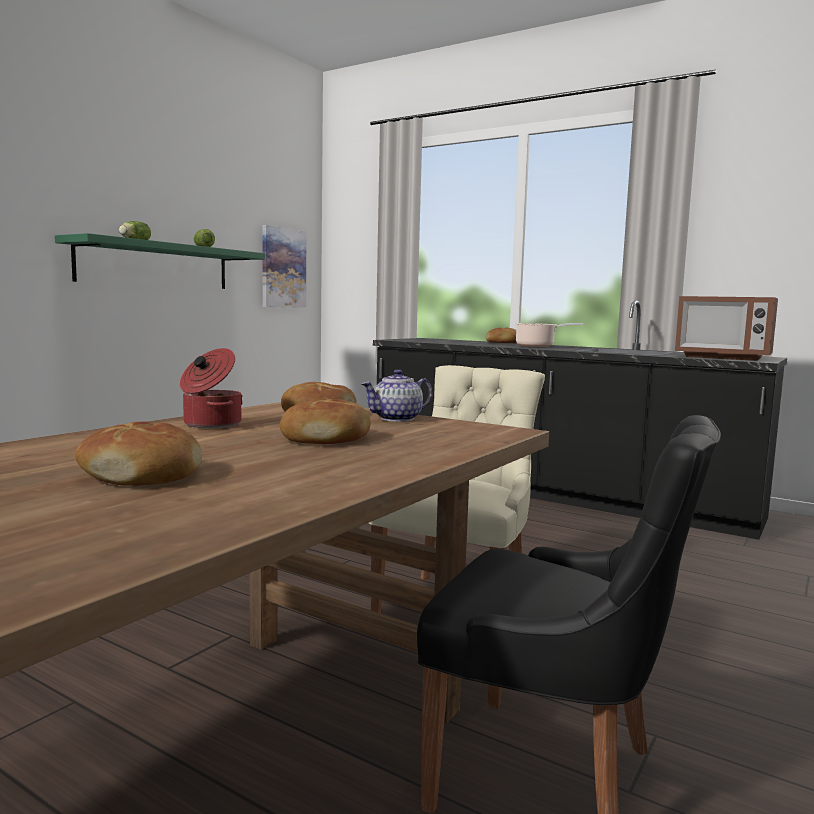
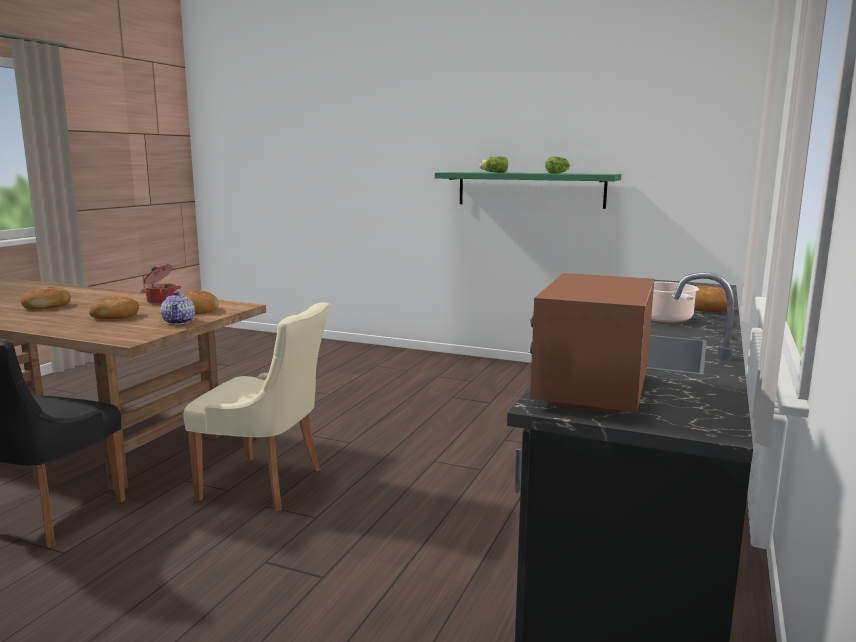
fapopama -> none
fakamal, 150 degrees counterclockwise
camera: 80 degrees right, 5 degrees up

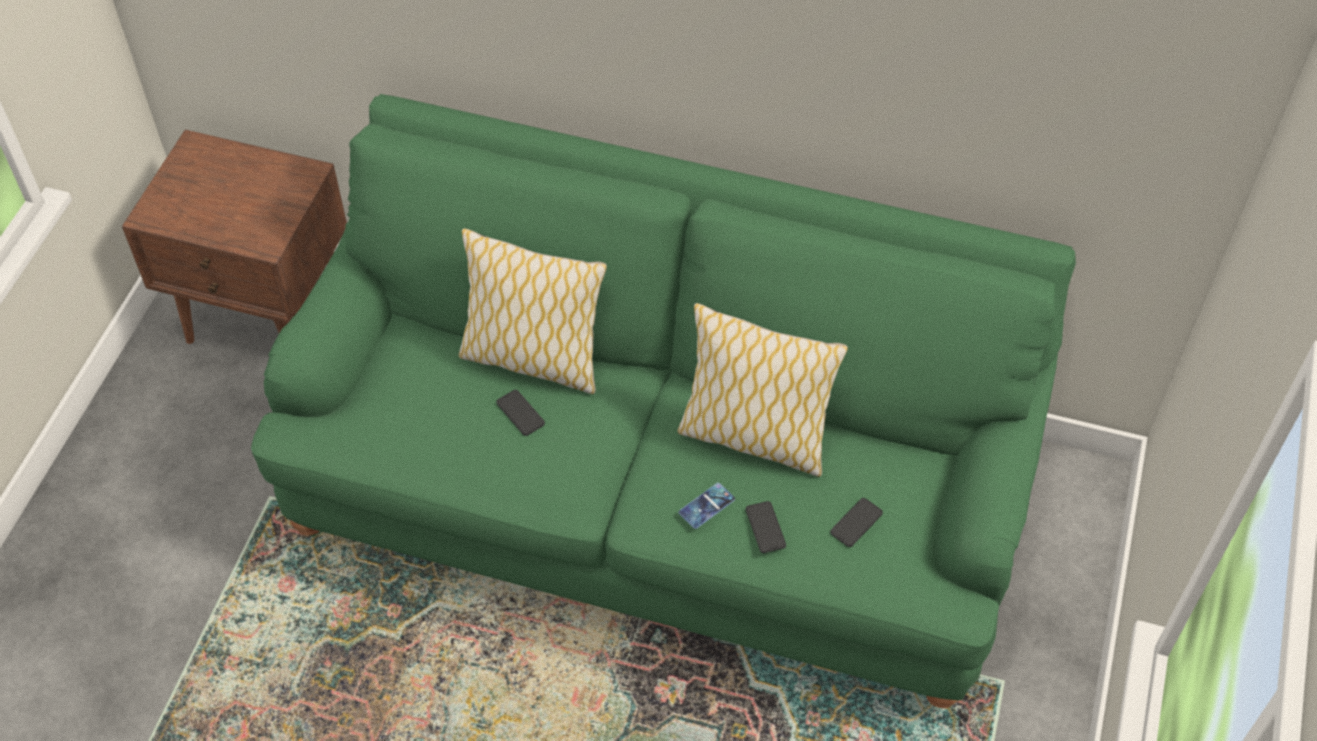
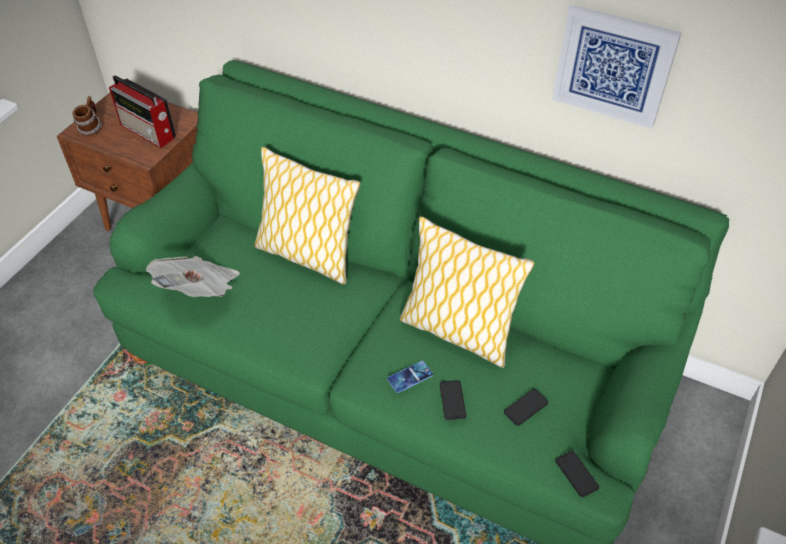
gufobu (no. 1 from left in the first image) -> gufobu (no. 4 from left), shifted
none -> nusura
none -> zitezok
none -> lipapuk
none -> fapopama
camera: 10 degrees right, 5 degrees down

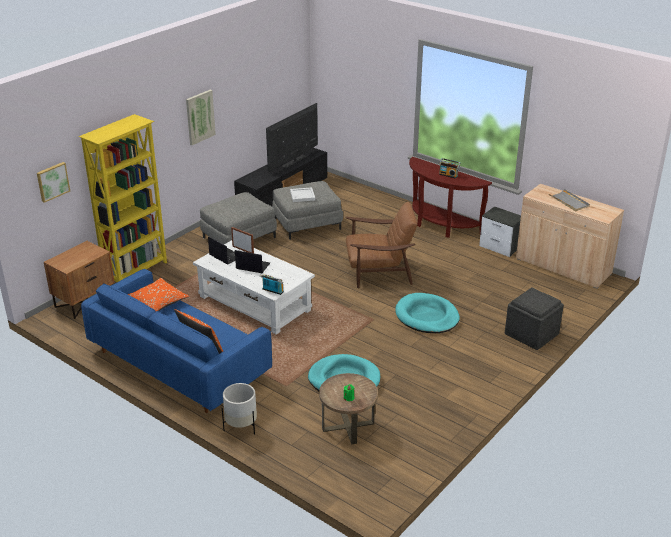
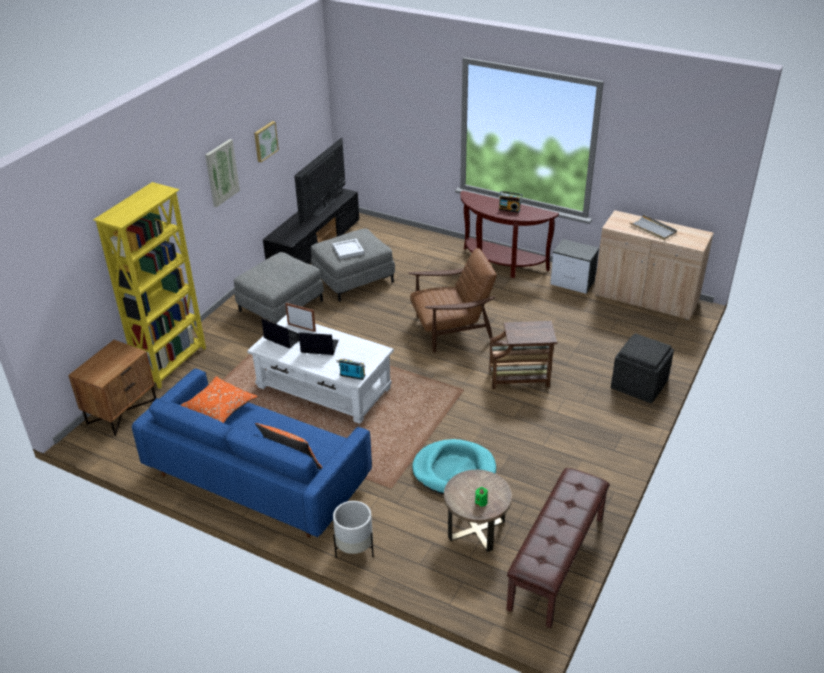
fapopama (no. 1 from left in the first image) -> fapopama (no. 2 from left), shifted
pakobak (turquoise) (no. 2 from left) -> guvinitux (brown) (no. 2 from left)
none -> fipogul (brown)
camera: 10 degrees left, 5 degrees up

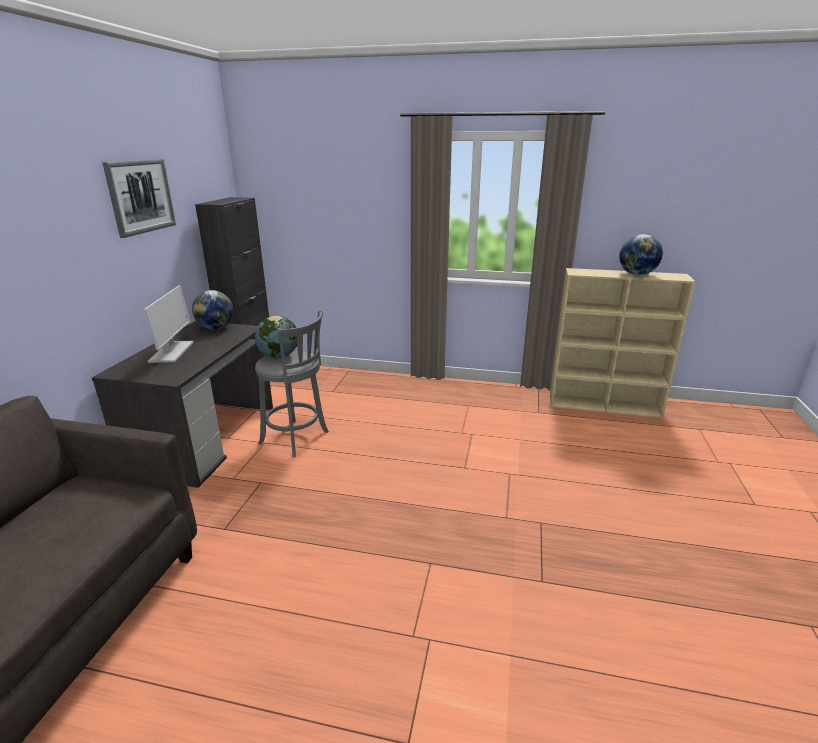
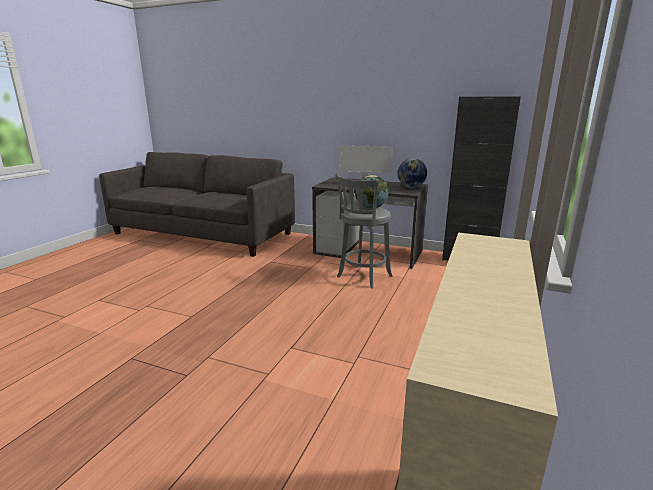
fapopama -> none
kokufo (no. 3 from left) -> none
camera: 100 degrees right, 5 degrees down

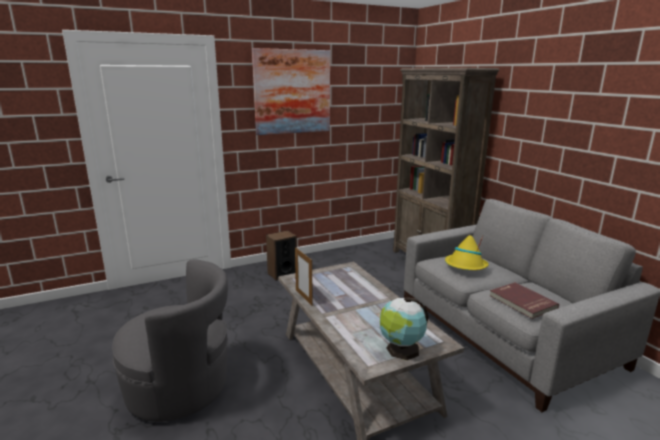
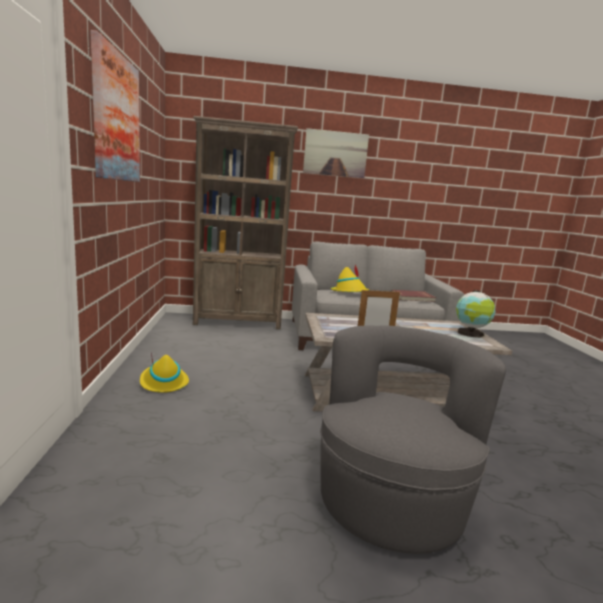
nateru -> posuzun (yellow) (no. 1 from left)
none -> fapopama (no. 2 from left)
camera: 70 degrees left, 5 degrees down

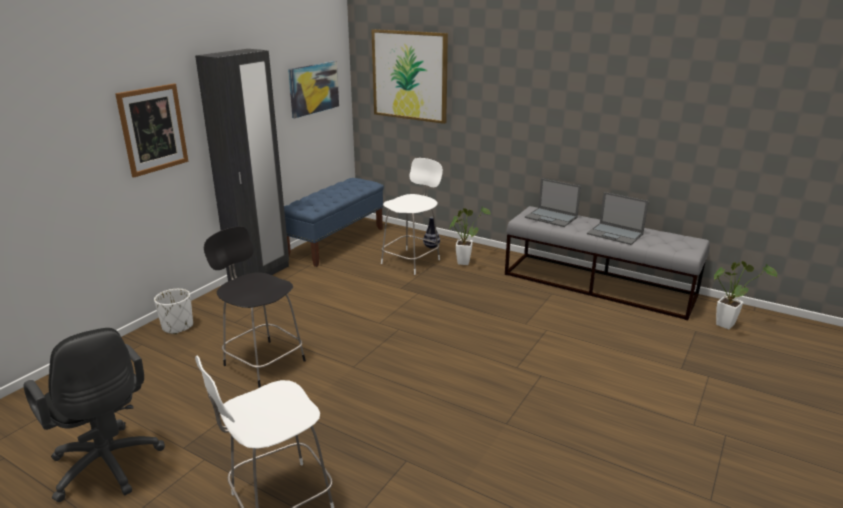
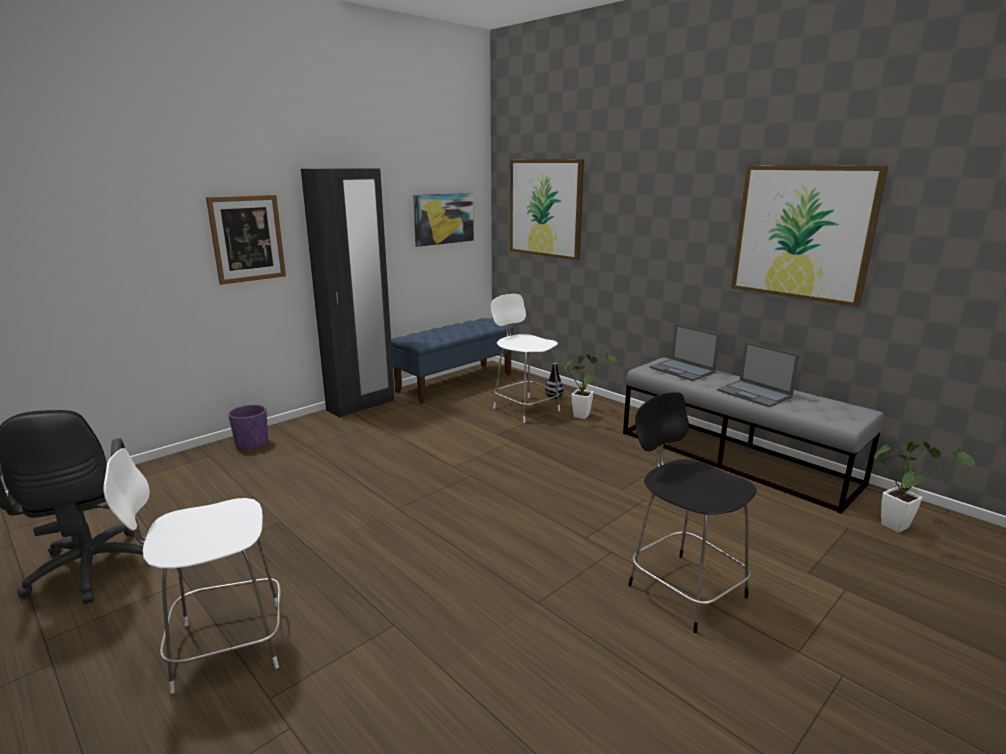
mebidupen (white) -> mebidupen (purple)
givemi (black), shifted
givemi (white) (no. 2 from left), 90 degrees counterclockwise
none -> fapopama (no. 4 from left)
camera: 15 degrees right, 5 degrees down

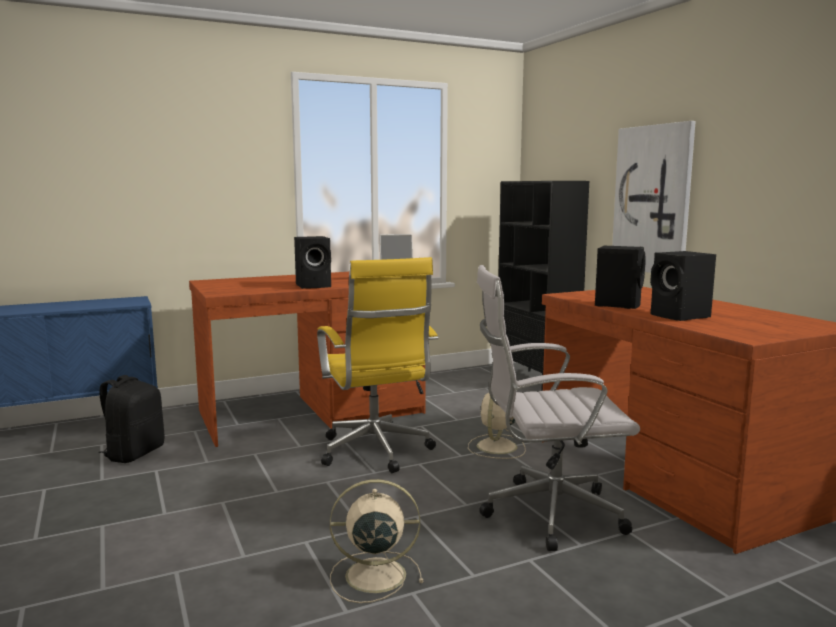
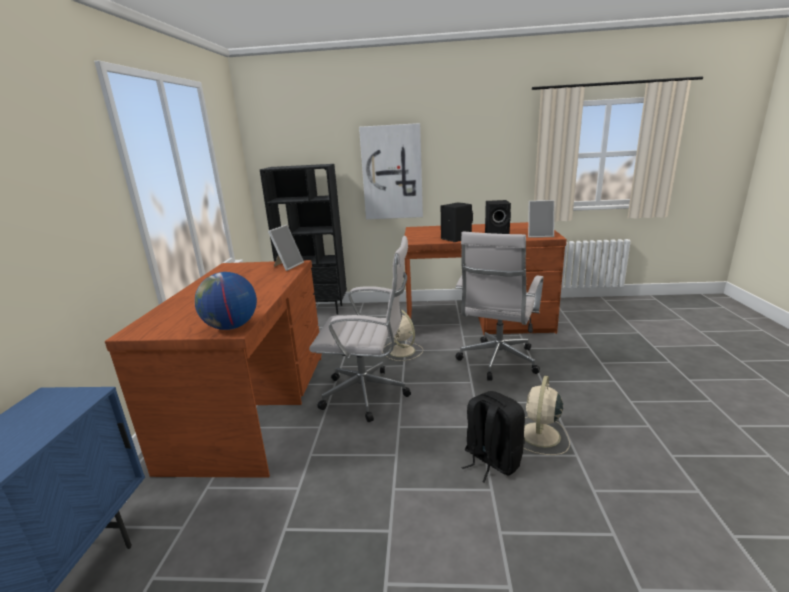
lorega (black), shifted
nateru (black) (no. 1 from left) -> none
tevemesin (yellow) -> tevemesin (white) (no. 1 from left)
none -> kokufo
none -> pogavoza (no. 2 from left)
camera: 60 degrees left, 10 degrees up

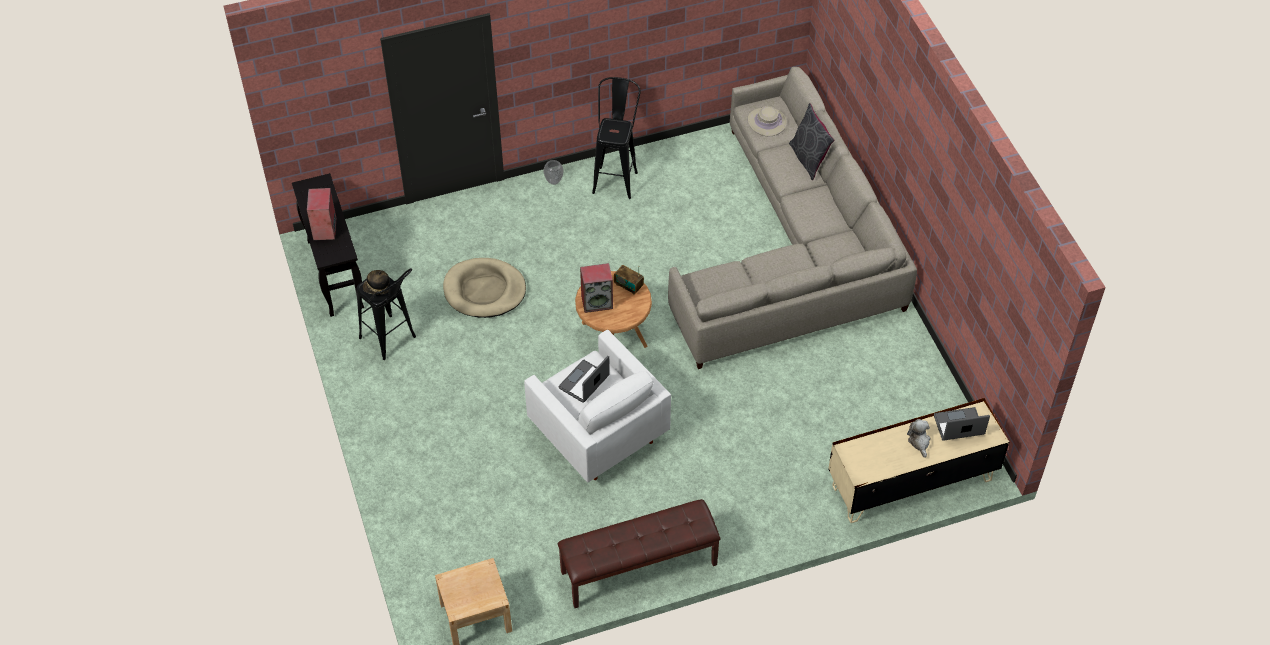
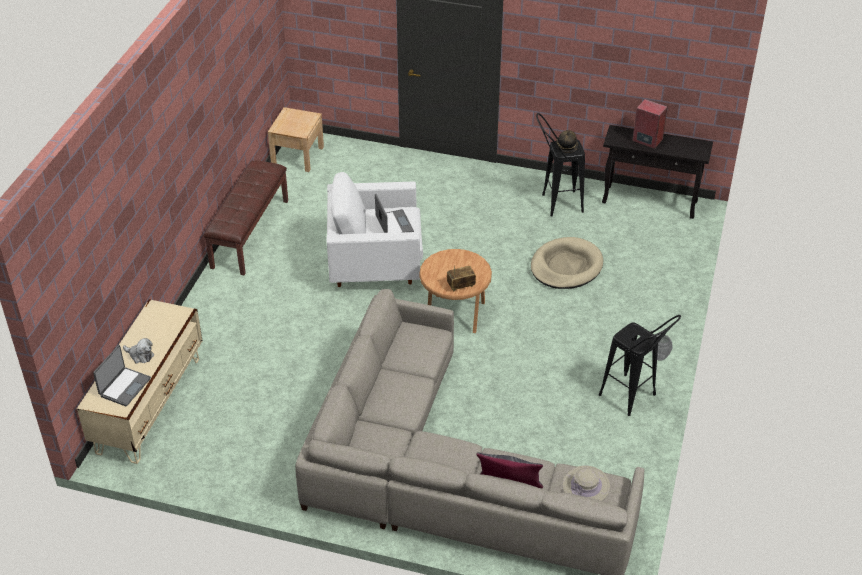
nateru (no. 2 from left) -> none
camera: 125 degrees right, 10 degrees down

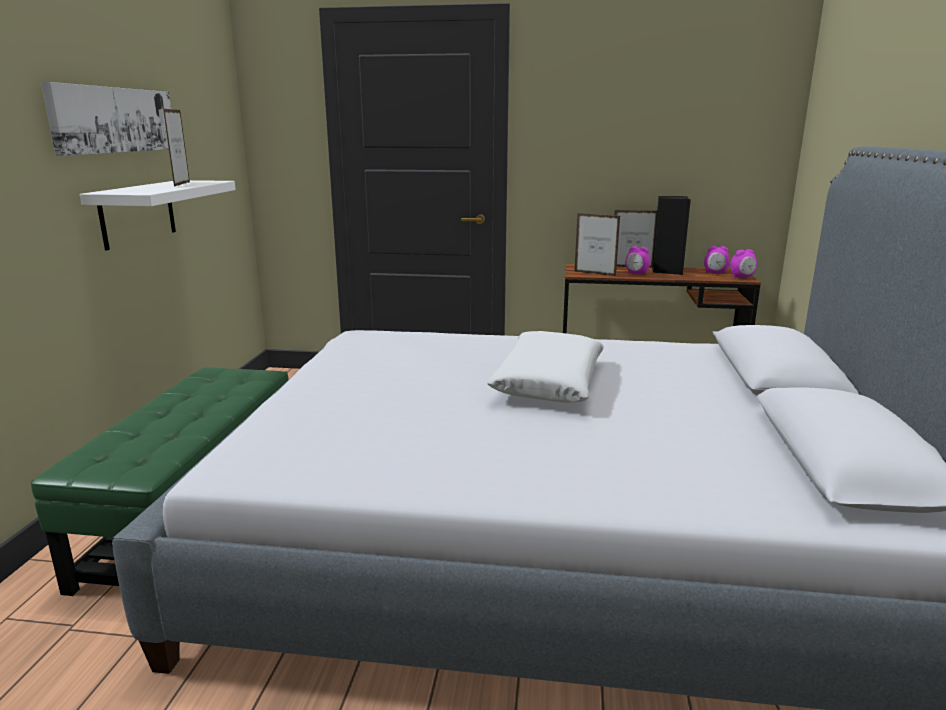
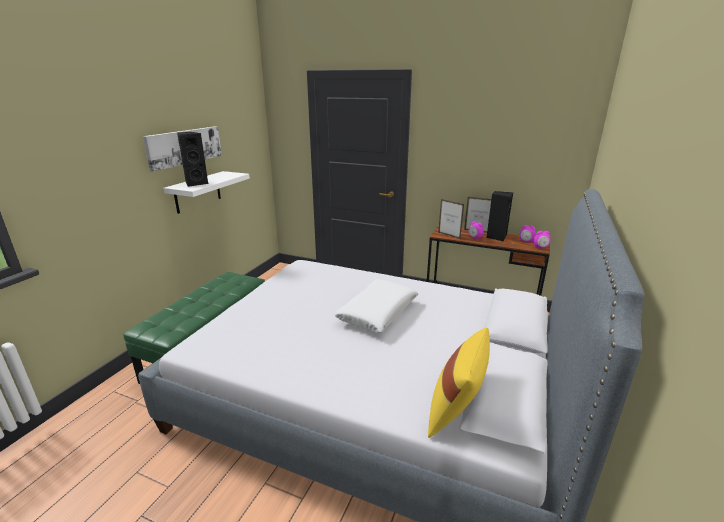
pogavoza (no. 1 from left) -> none
none -> nateru (black) (no. 1 from left)
none -> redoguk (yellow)
camera: 15 degrees right, 5 degrees up

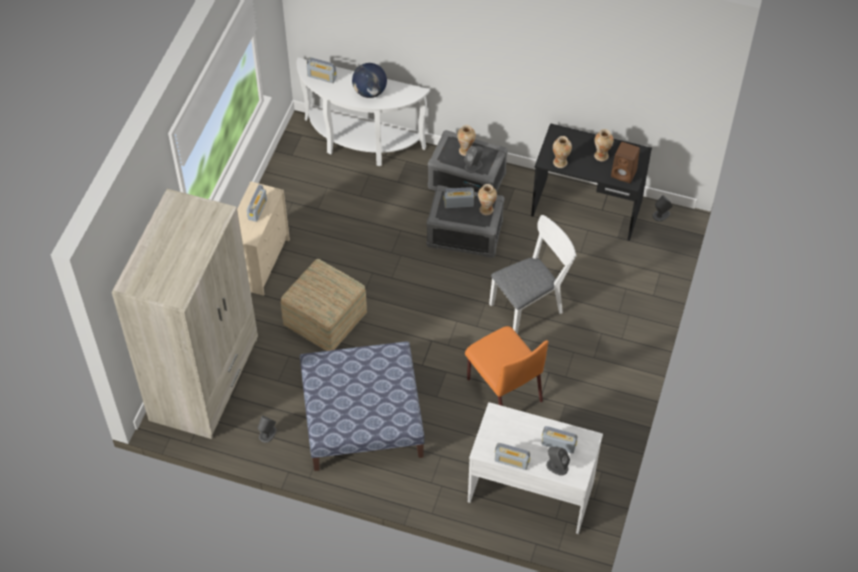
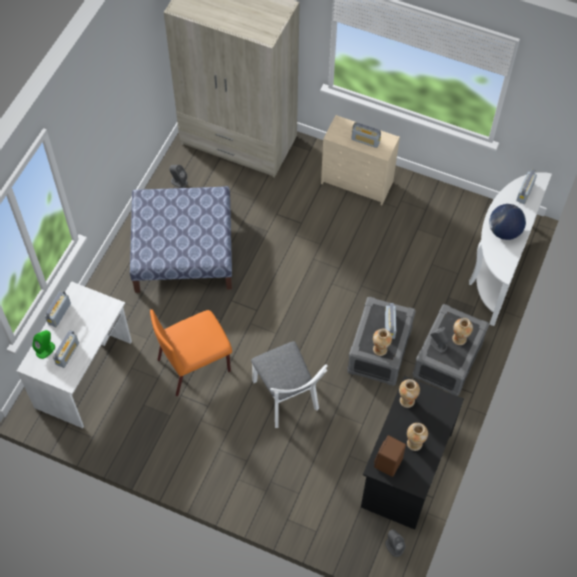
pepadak (no. 1 from left) -> none
nateru (grey) (no. 3 from left) -> nateru (green)
camera: 95 degrees right, 5 degrees up

